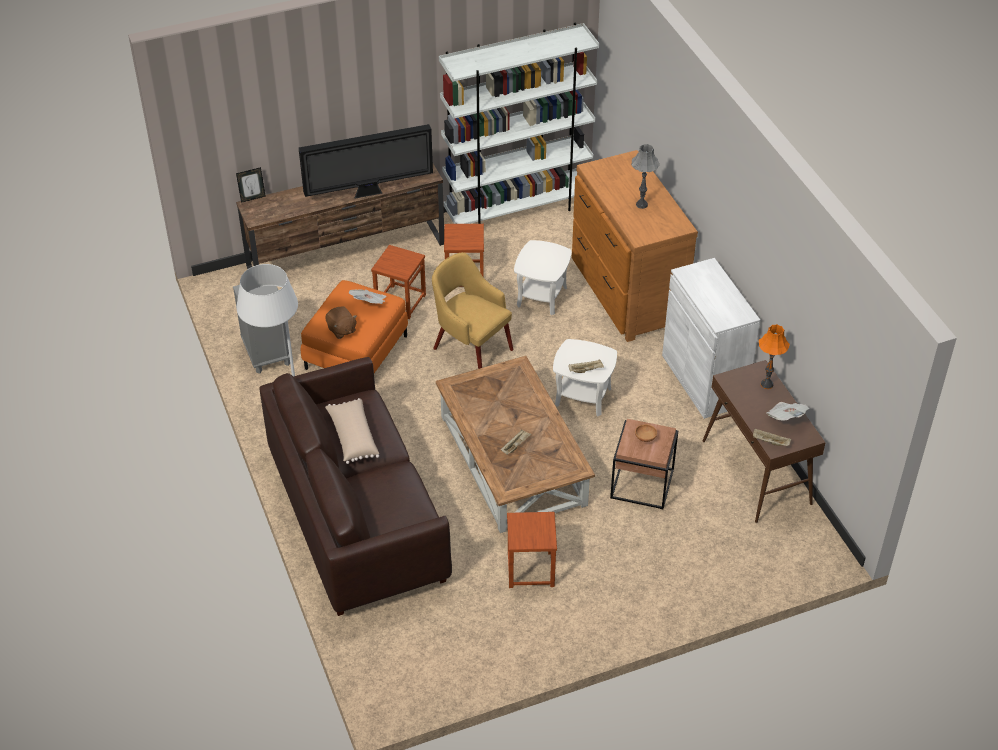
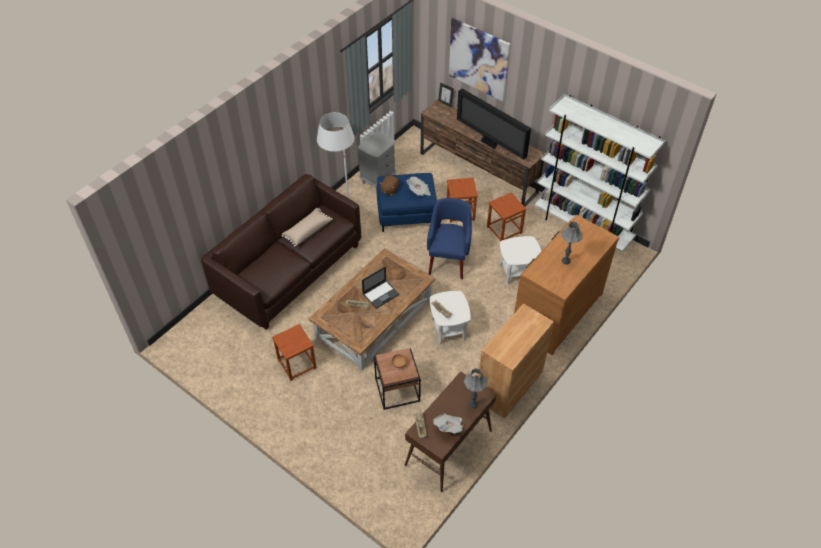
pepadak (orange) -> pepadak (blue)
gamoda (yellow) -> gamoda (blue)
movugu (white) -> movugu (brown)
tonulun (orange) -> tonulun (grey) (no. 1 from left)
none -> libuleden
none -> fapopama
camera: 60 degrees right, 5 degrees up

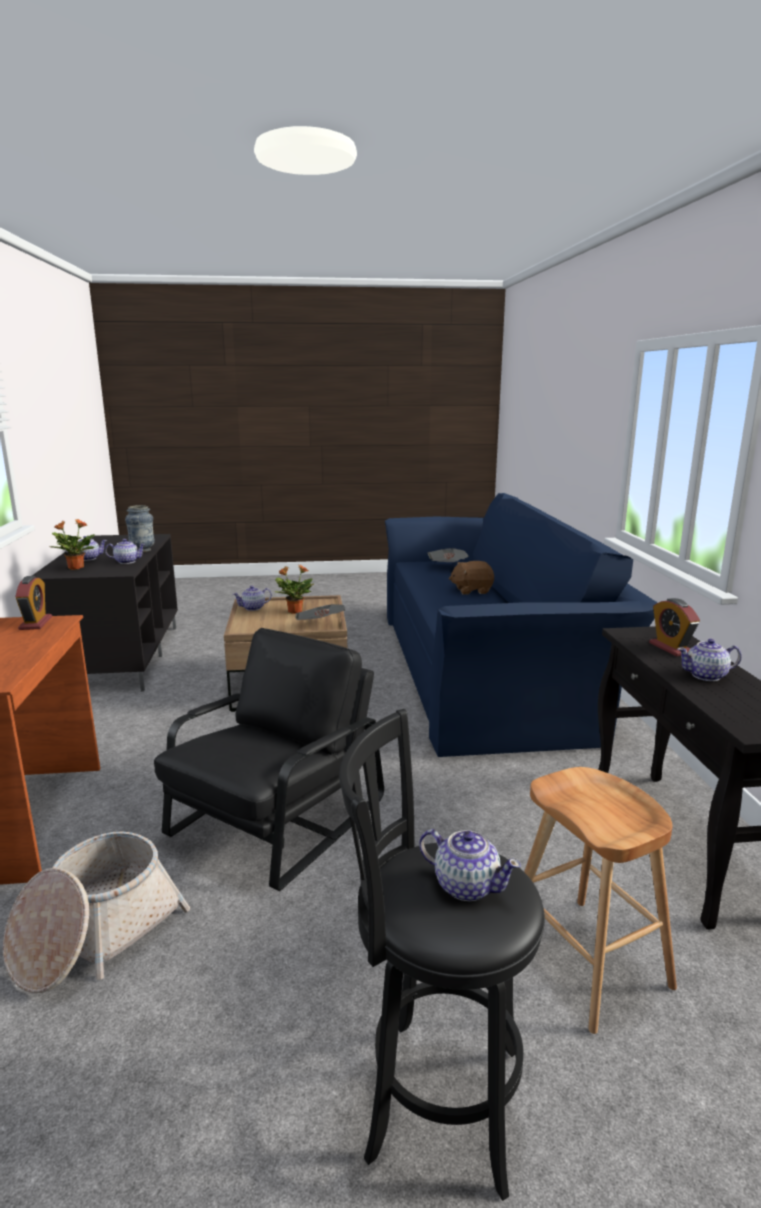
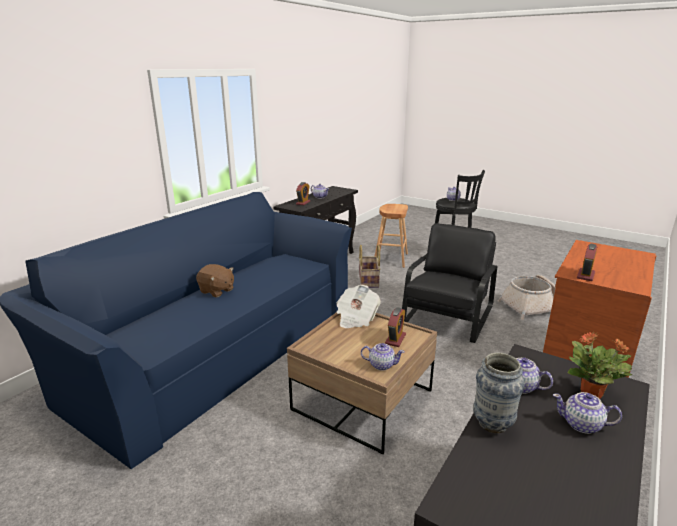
gamoda (black), 135 degrees clockwise
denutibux (no. 2 from left) -> none
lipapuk (no. 2 from left) -> none
none -> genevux (no. 1 from left)
none -> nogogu (no. 2 from left)
camera: 140 degrees left, 5 degrees up

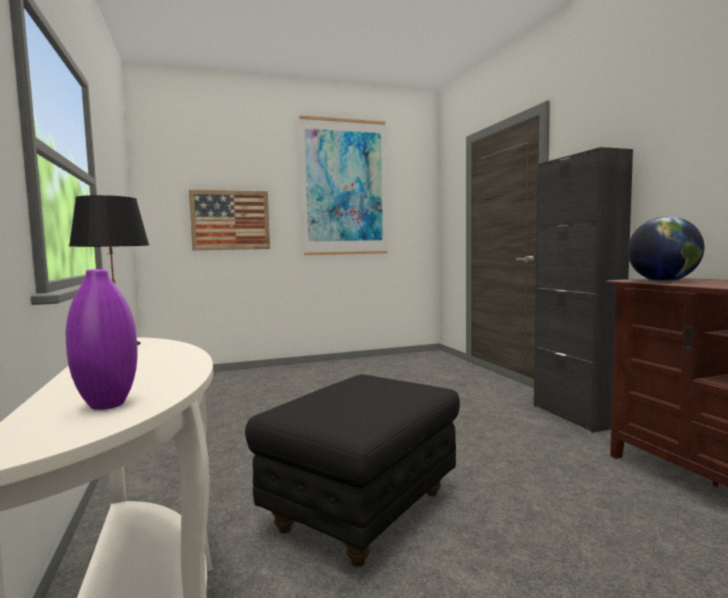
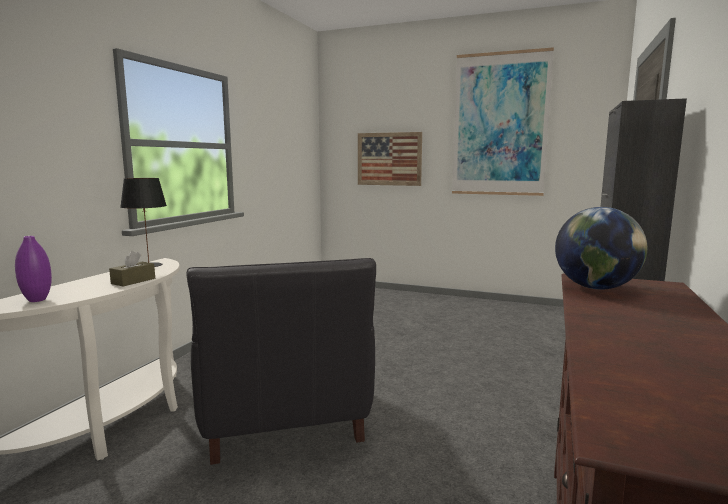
pepadak (black) -> gamoda (black)
none -> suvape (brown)
camera: 40 degrees right, 5 degrees up

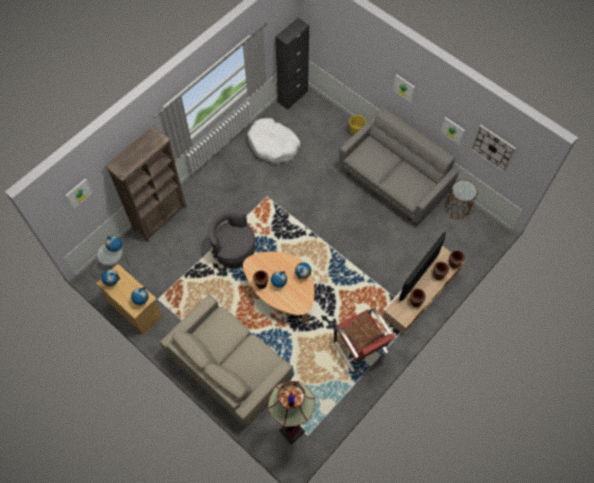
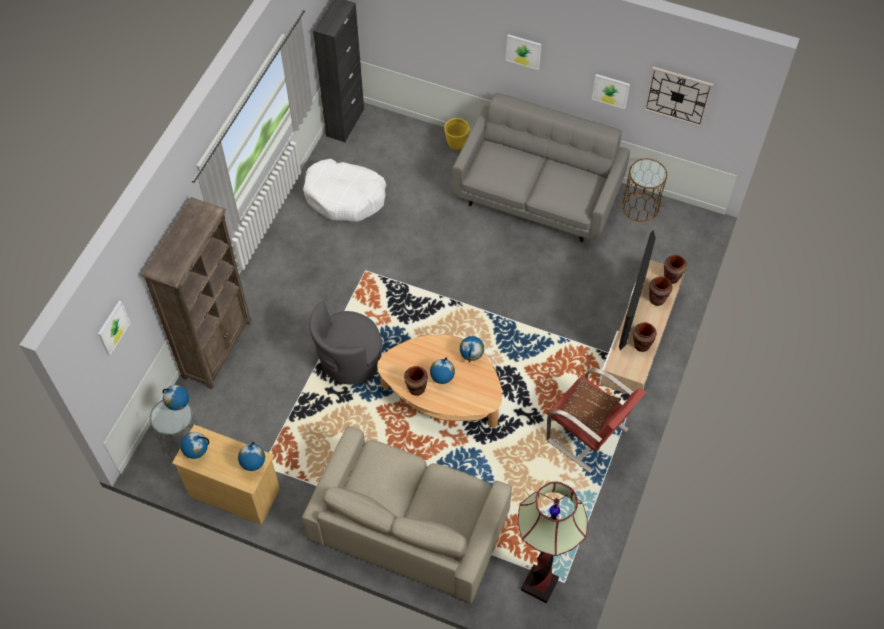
gamoda (grey), 60 degrees counterclockwise
camera: 20 degrees left, 5 degrees down

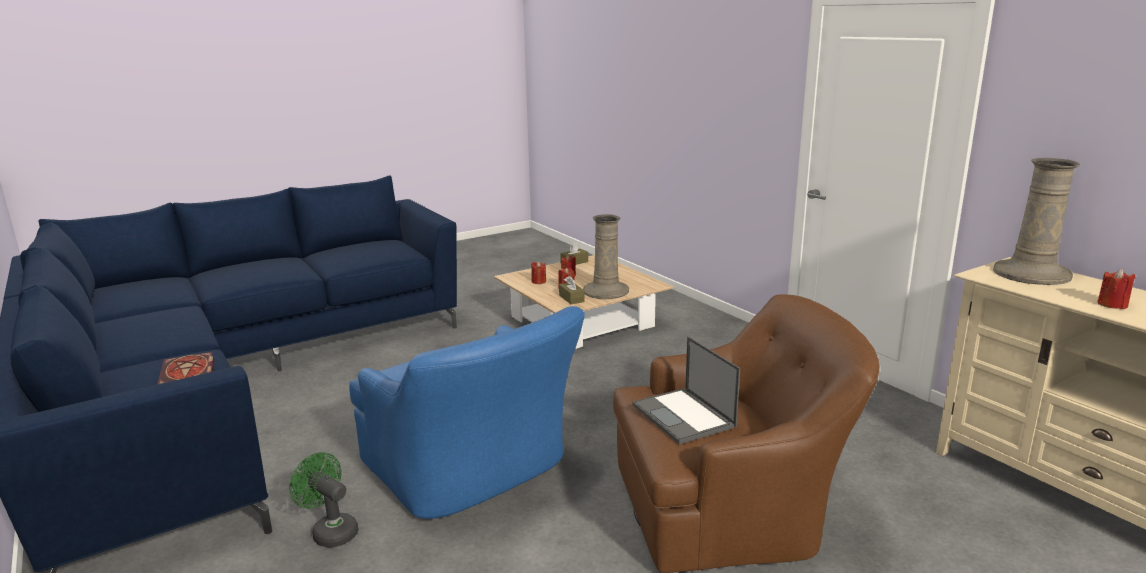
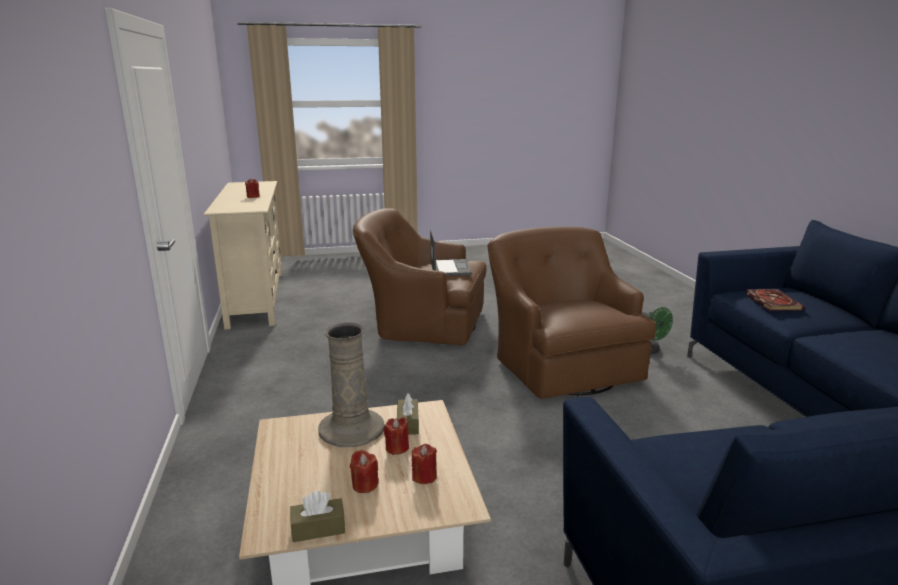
gamoda (blue) -> gamoda (brown) (no. 2 from left)
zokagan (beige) (no. 2 from left) -> none
camera: 160 degrees left, 0 degrees up

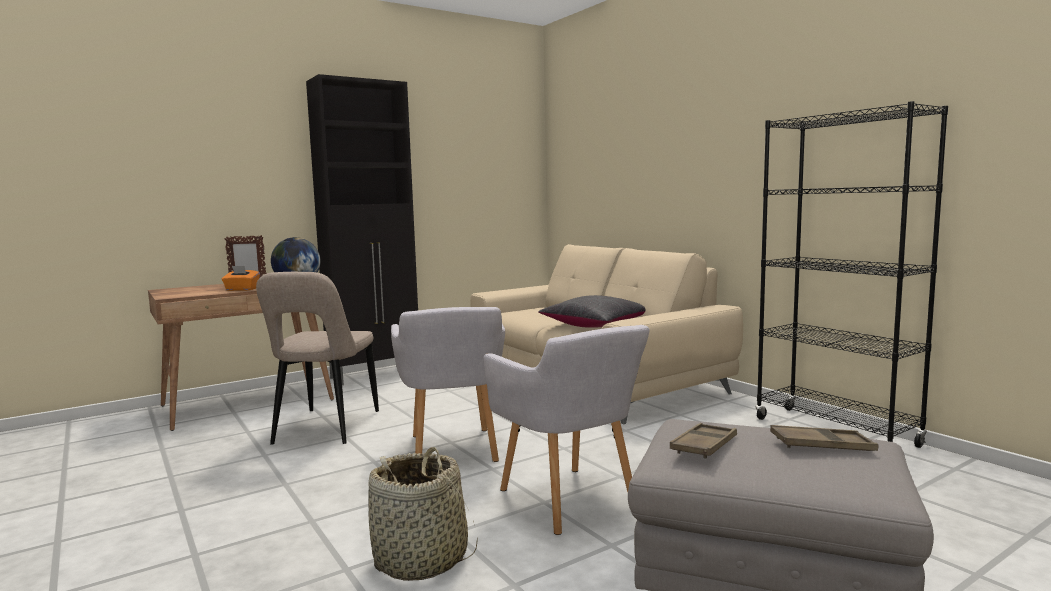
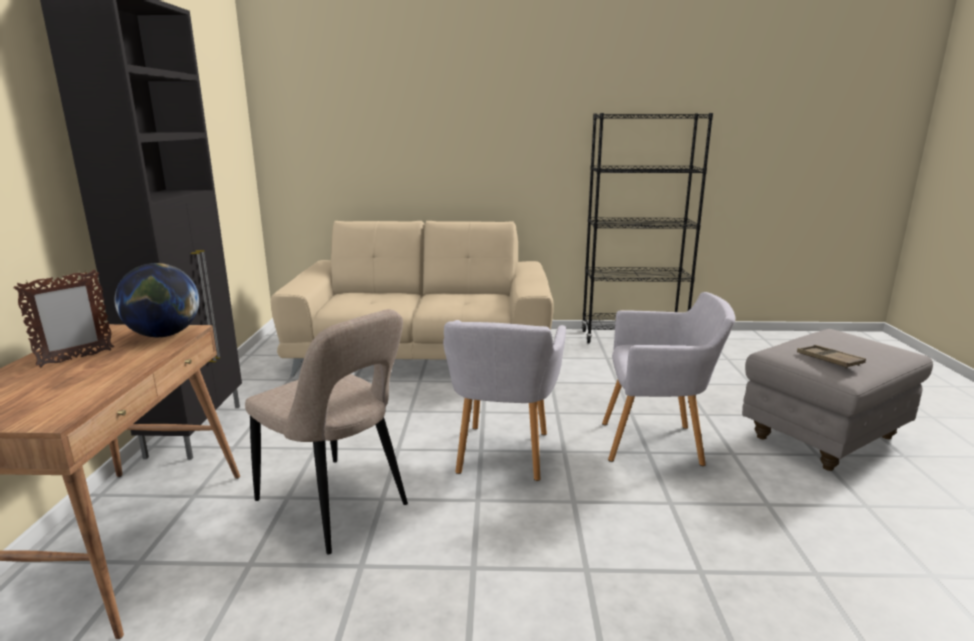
suvape (orange) -> none
genevux -> none
gamoda (grey) (no. 1 from left), 75 degrees clockwise
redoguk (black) -> none
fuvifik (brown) (no. 2 from left) -> none
camera: 55 degrees left, 10 degrees up

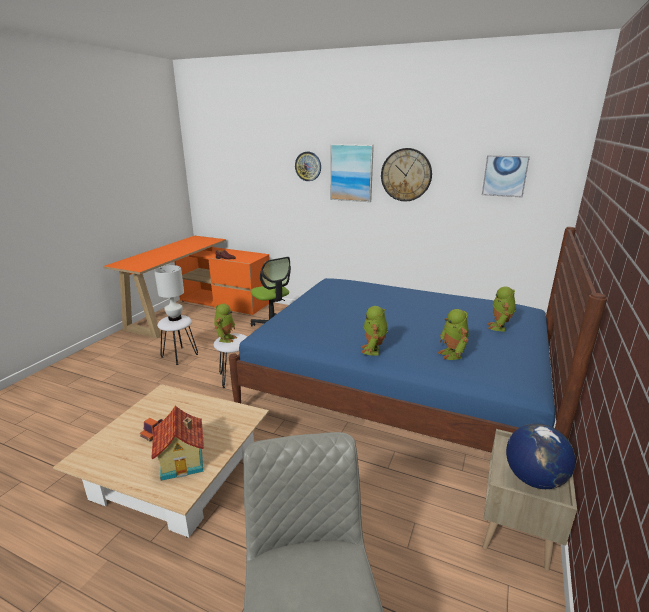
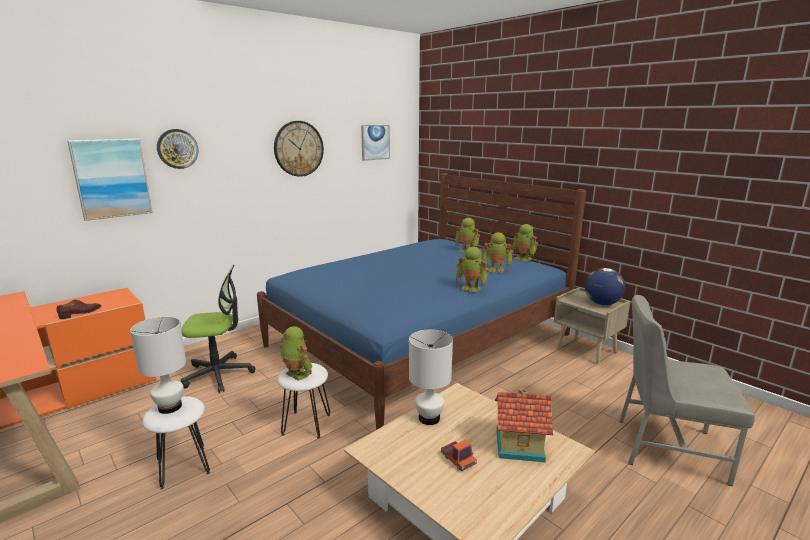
fapopama (no. 1 from left), shifted
none -> tonulun (white) (no. 2 from left)
none -> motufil (no. 5 from left)
camera: 65 degrees left, 5 degrees down

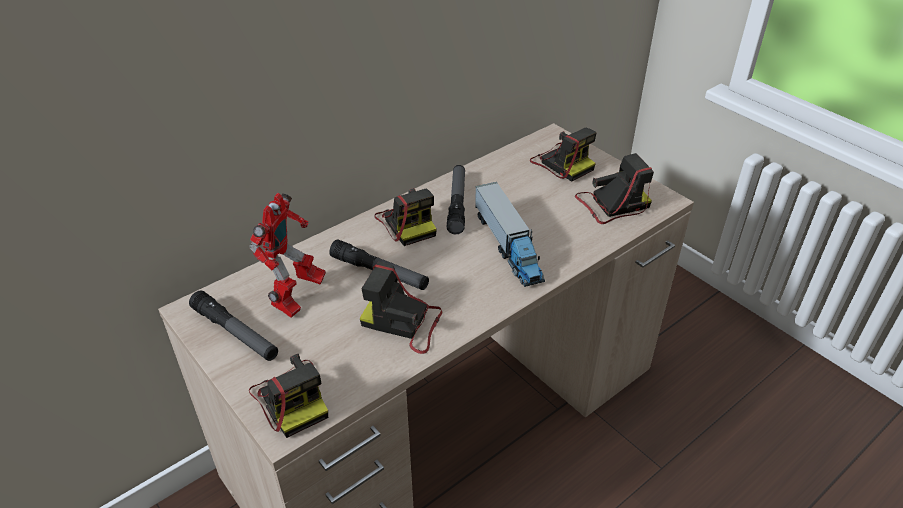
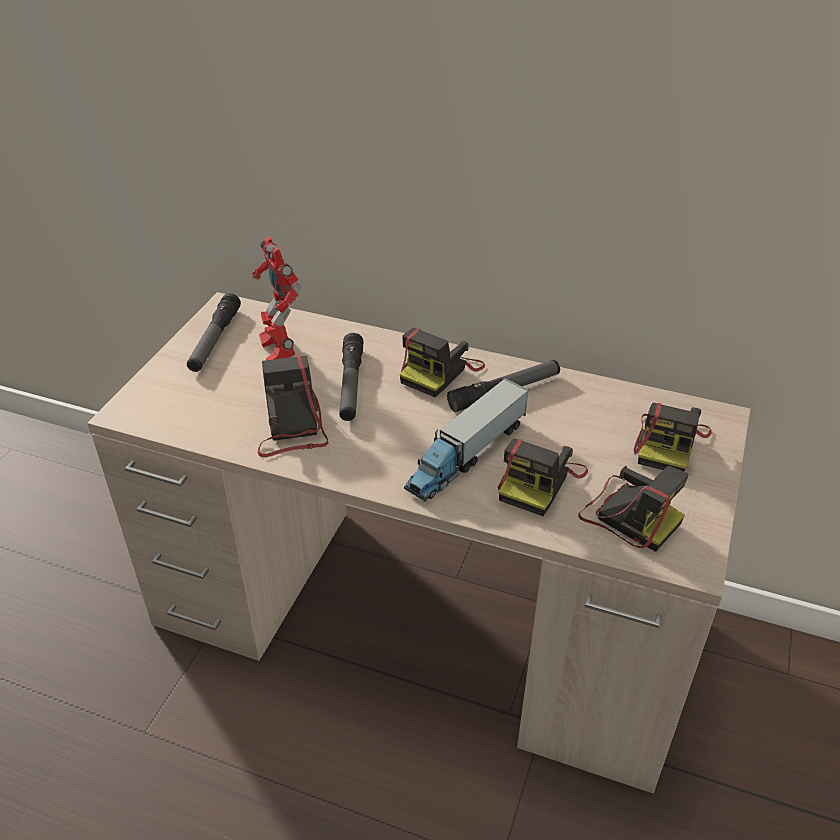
motufil, 75 degrees clockwise
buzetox (no. 1 from left in the first image) -> buzetox (no. 3 from left), shifted
camera: 60 degrees right, 0 degrees up

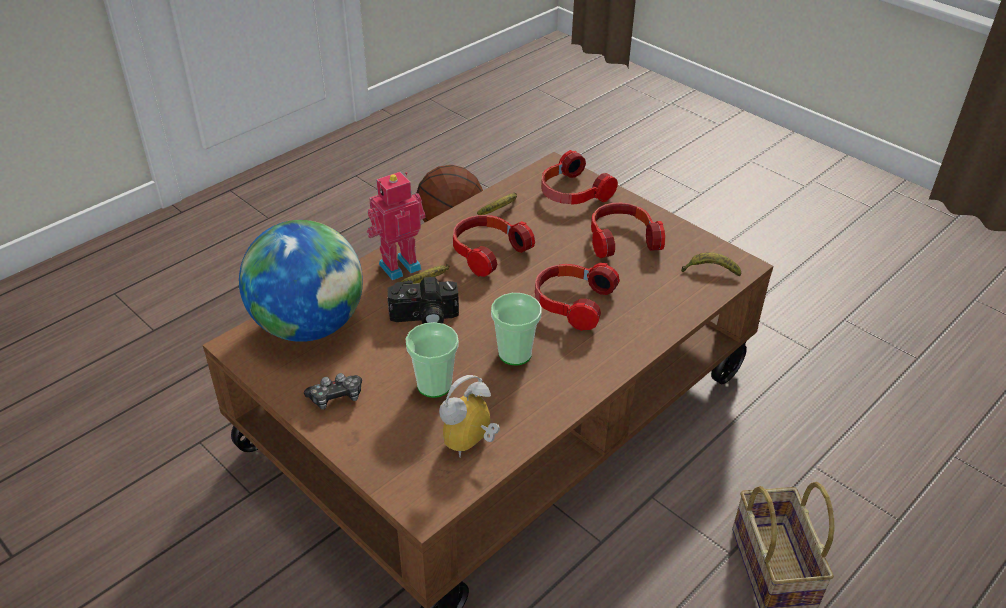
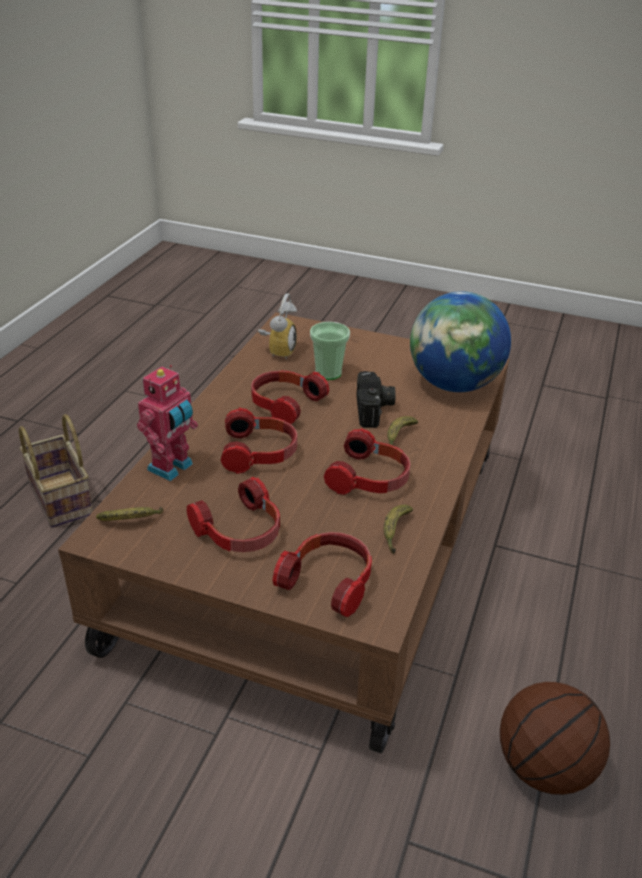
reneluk -> none
motufil, shifted
buzetox, 120 degrees clockwise
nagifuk (no. 2 from left) -> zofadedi (no. 3 from left)
camera: 155 degrees right, 5 degrees down

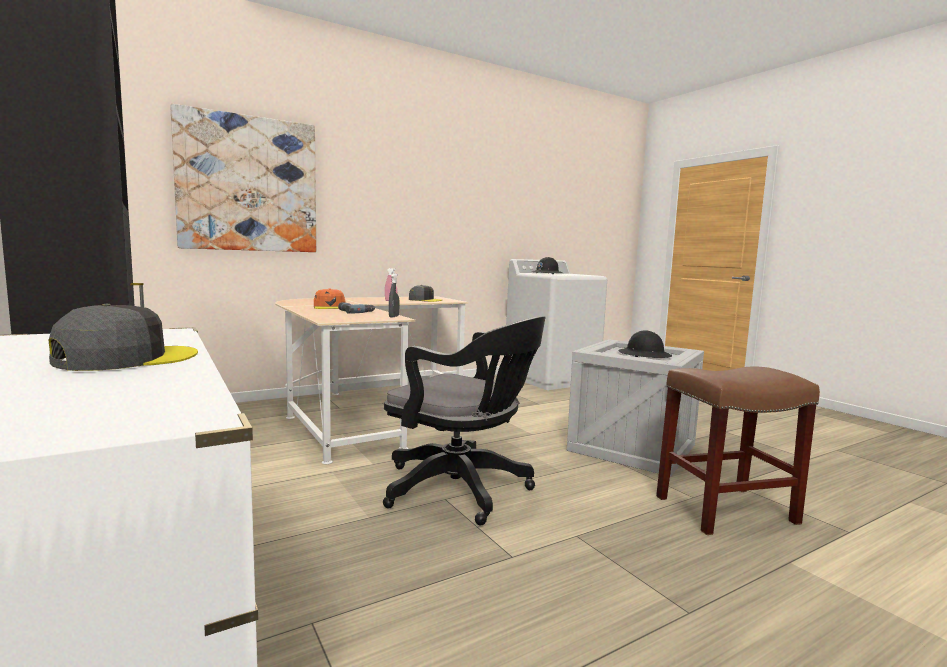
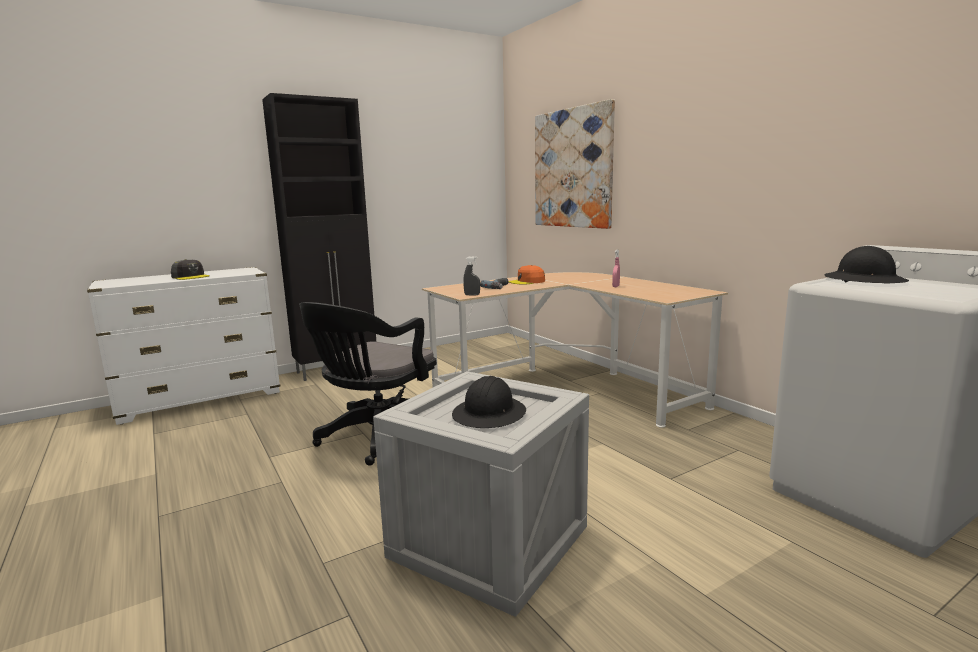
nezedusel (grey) (no. 2 from left) -> none
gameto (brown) -> none
camera: 90 degrees right, 5 degrees up

